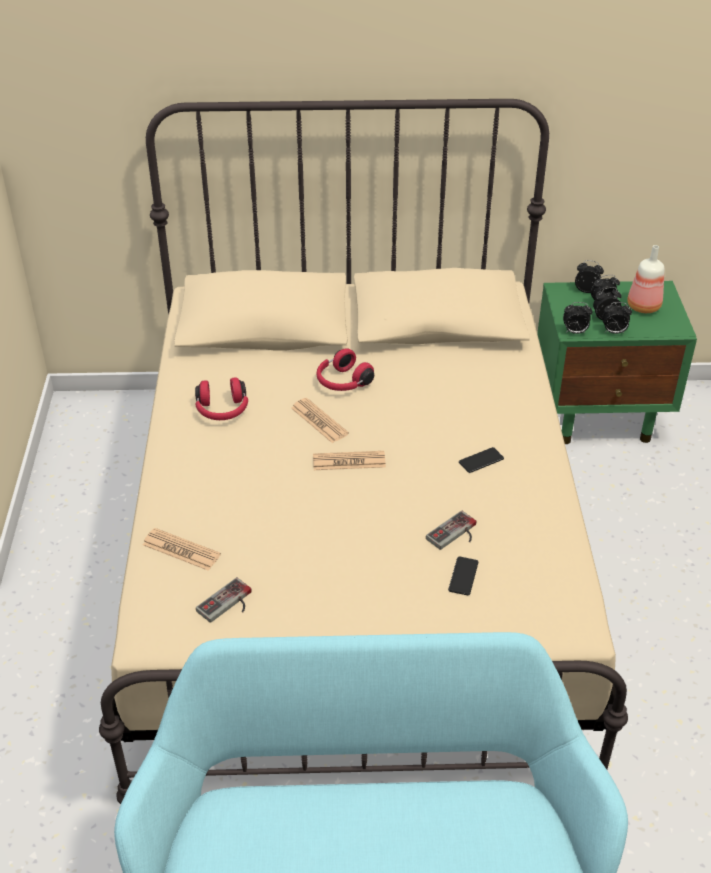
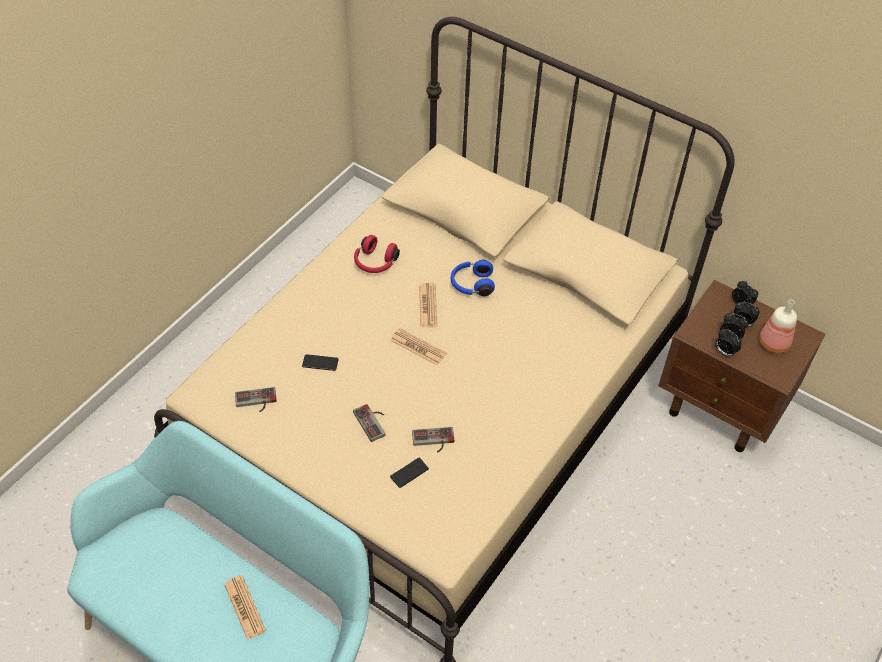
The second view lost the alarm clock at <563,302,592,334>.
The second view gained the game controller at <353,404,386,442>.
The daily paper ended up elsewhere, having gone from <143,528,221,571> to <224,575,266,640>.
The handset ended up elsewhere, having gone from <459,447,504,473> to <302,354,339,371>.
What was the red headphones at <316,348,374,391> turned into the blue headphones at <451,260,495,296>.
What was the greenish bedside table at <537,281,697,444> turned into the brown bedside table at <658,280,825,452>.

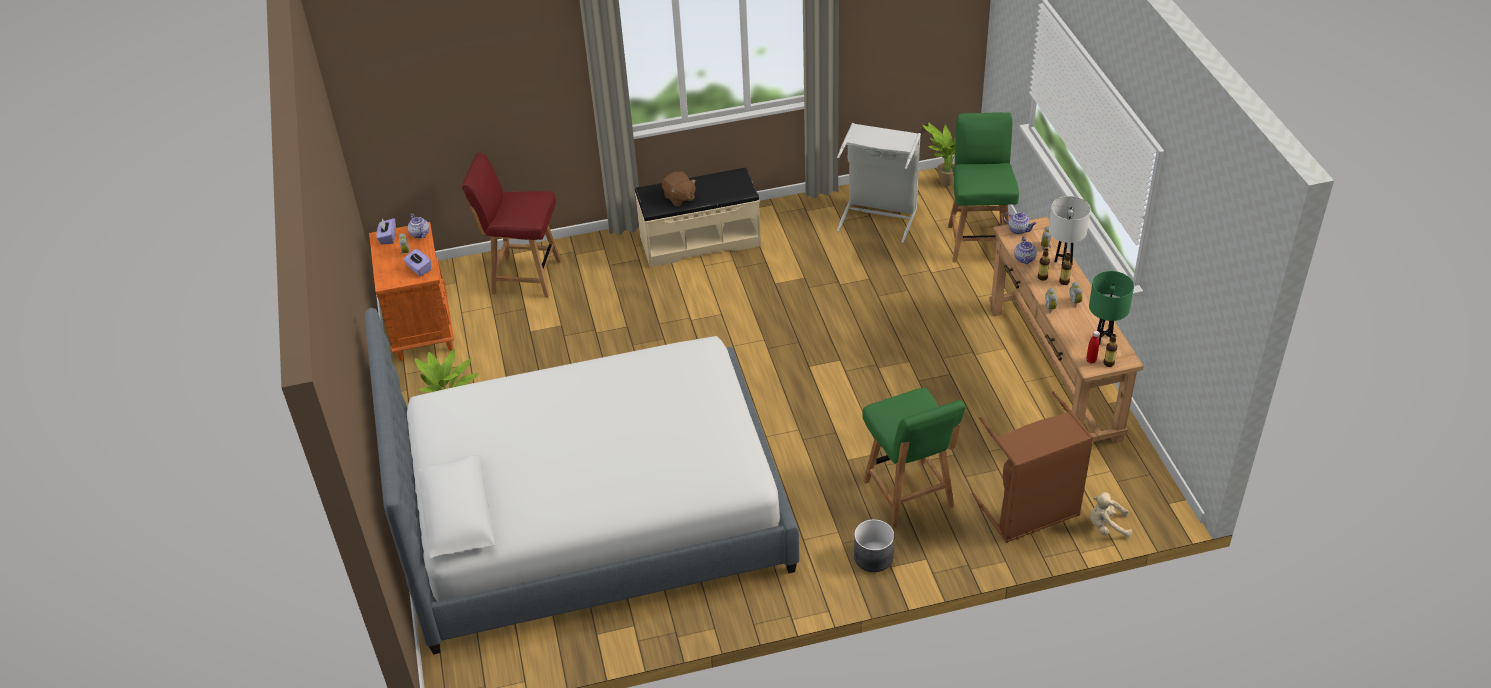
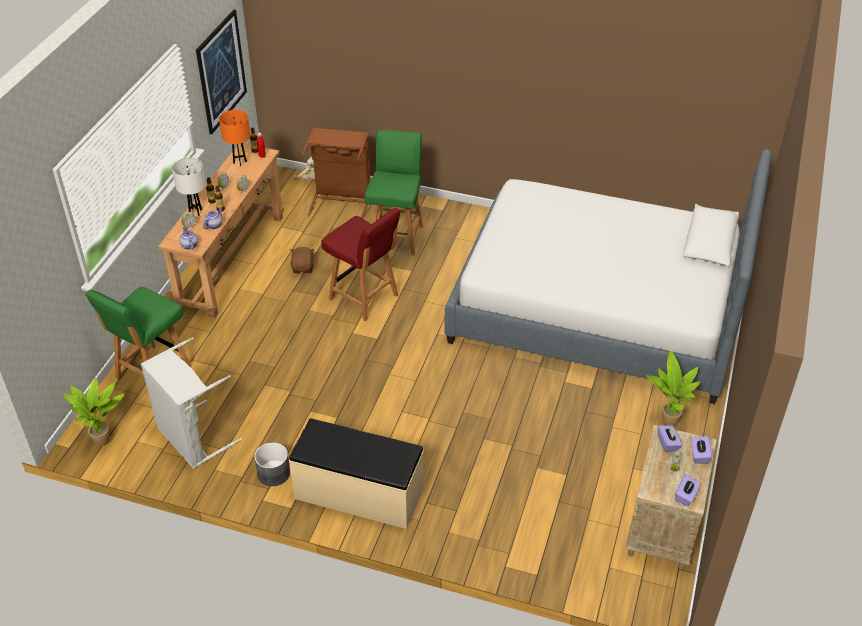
The second view lost the tea pot at <408,213,429,239>.
The second view gained the picture at <196,9,247,134>.
The second view gained the purplish box of tissues at <691,436,712,464>.
The red upright chair ended up elsewhere, having gone from <462,153,562,298> to <321,208,400,321>.
The brown soft toy ended up elsewhere, having gone from <662,172,696,206> to <290,247,315,273>.
The gray planter ended up elsewhere, having gone from <854,519,894,572> to <254,442,290,486>.
What was the orange-coloured bedside table at <369,222,454,361> turned into the beige-coloured bedside table at <625,425,717,570>.
What was the greenish tabletop lamp at <1089,271,1134,345> turned into the orange-coloured tabletop lamp at <219,110,250,166>.

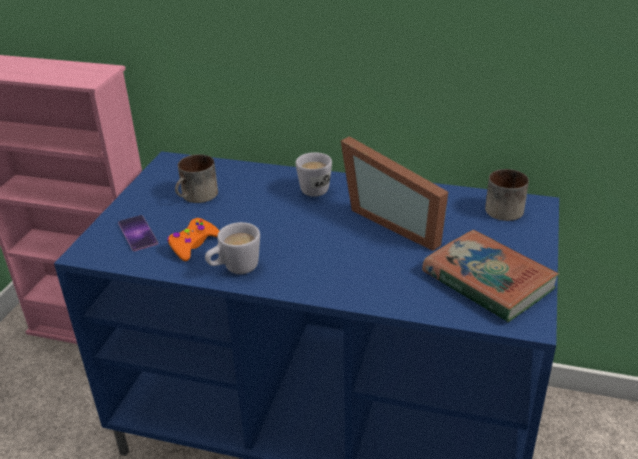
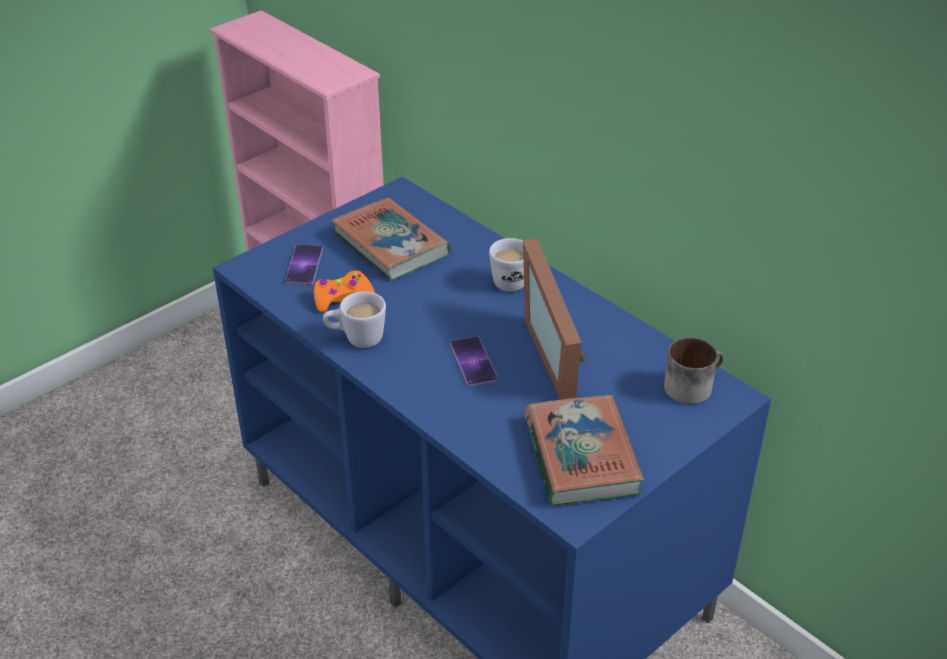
The second view gained the handset at <450,336,498,386>.
Where the tea mug stood at <175,154,218,203>, the volume came to stand at <331,198,451,281>.

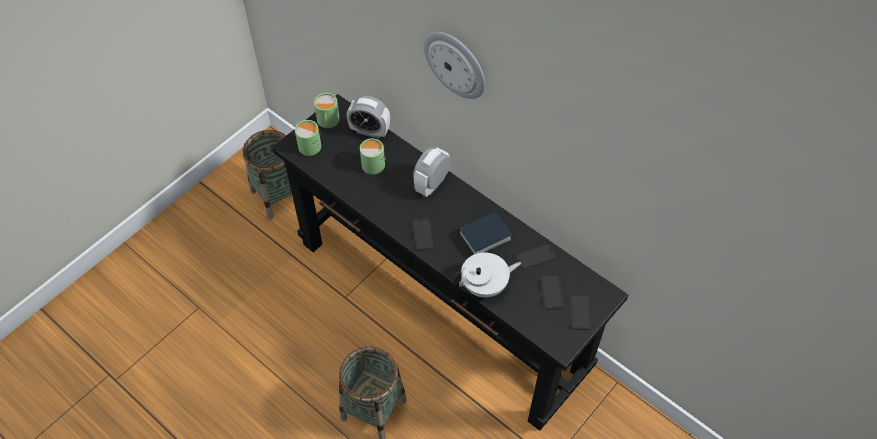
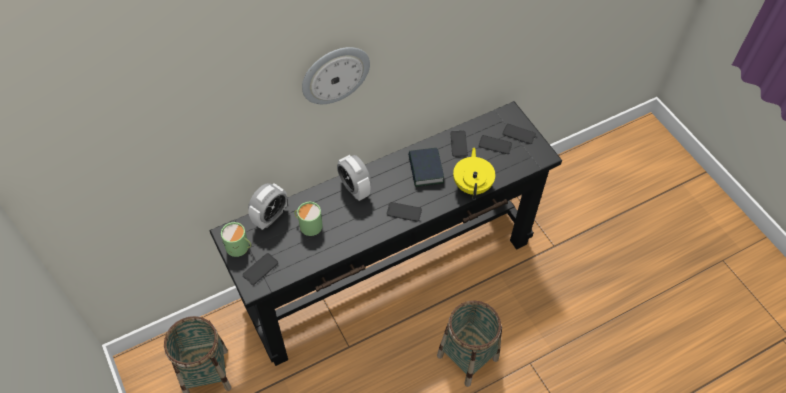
Where the greenish tea mug stood at <295,120,321,156>, the handset came to stand at <242,253,278,285>.
What was the white tea pot at <453,252,521,298> turned into the yellow-coloured tea pot at <453,147,495,200>.

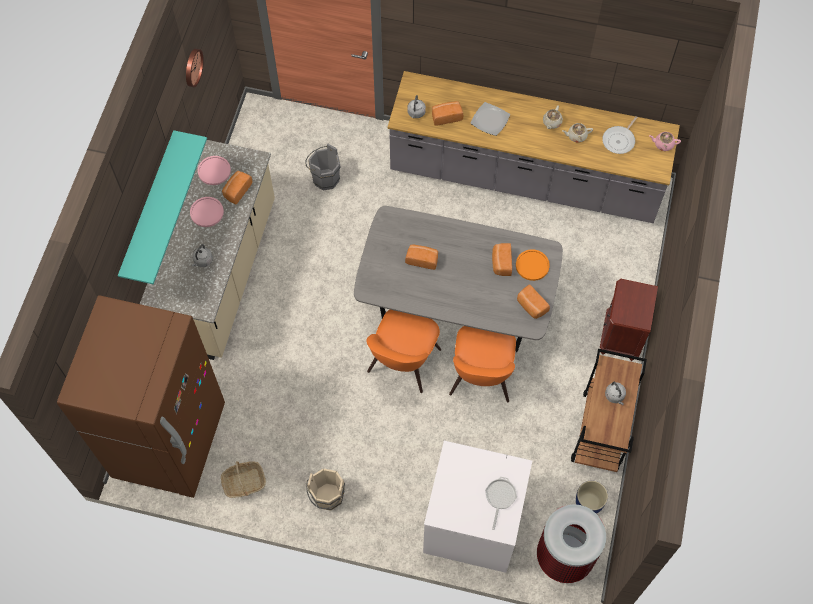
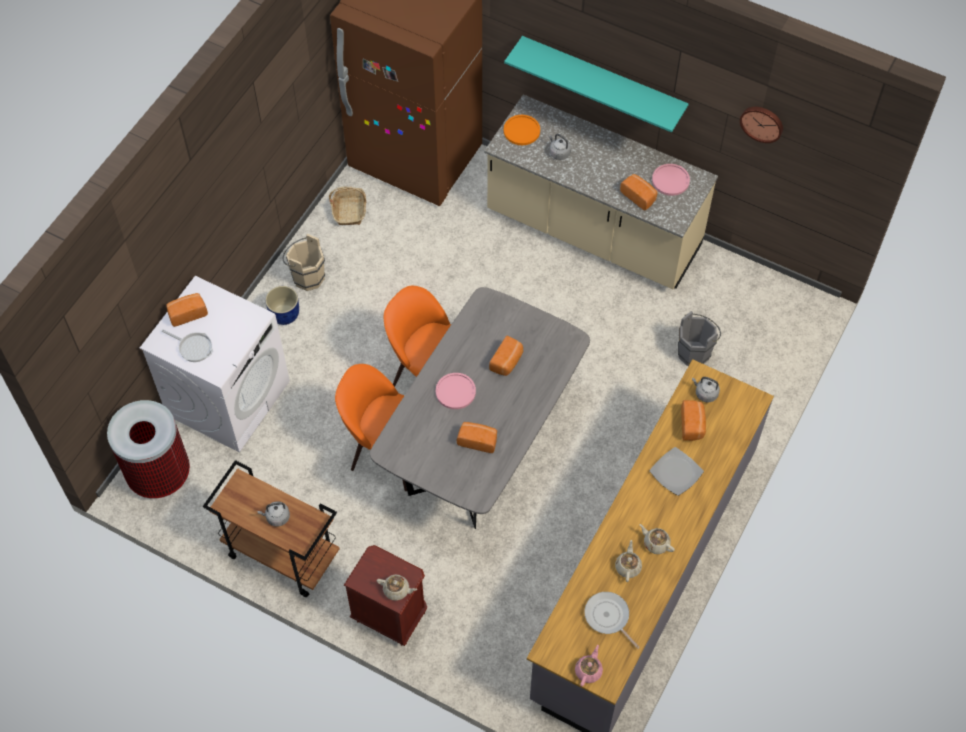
The second view gained the beige-coloured tea pot at <377,575,417,601>.
The pinkish flat dish ended up elsewhere, having gone from <190,197,224,227> to <436,373,476,409>.
The orange-coloured flat dish ended up elsewhere, having gone from <516,249,550,281> to <504,115,540,145>.
The baked bread ended up elsewhere, having gone from <517,284,550,319> to <166,293,208,327>.
The blue planter ended up elsewhere, having gone from <576,481,608,514> to <265,286,299,325>.

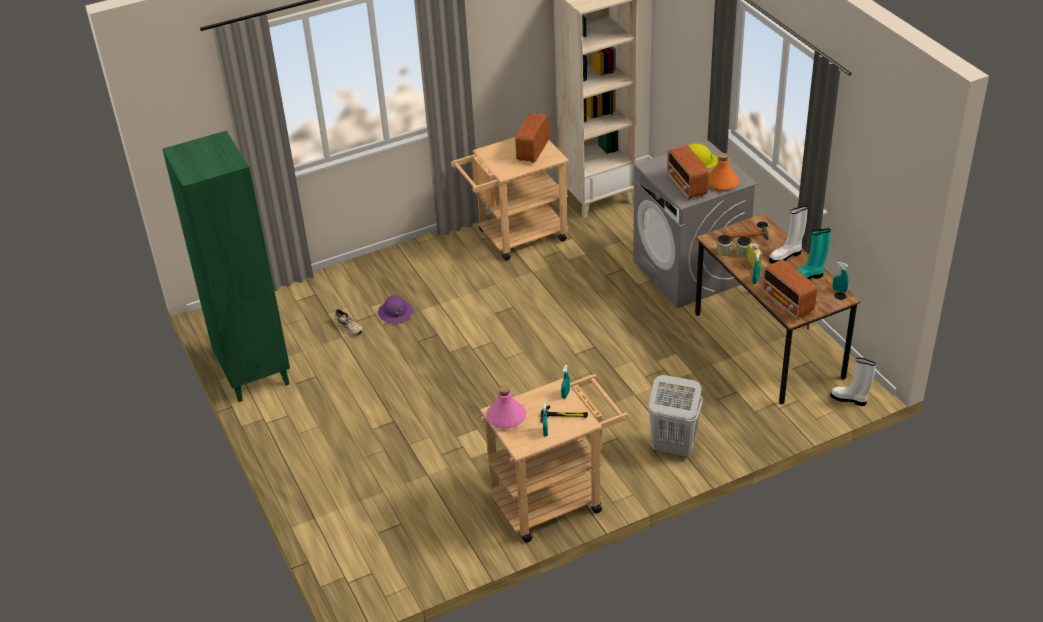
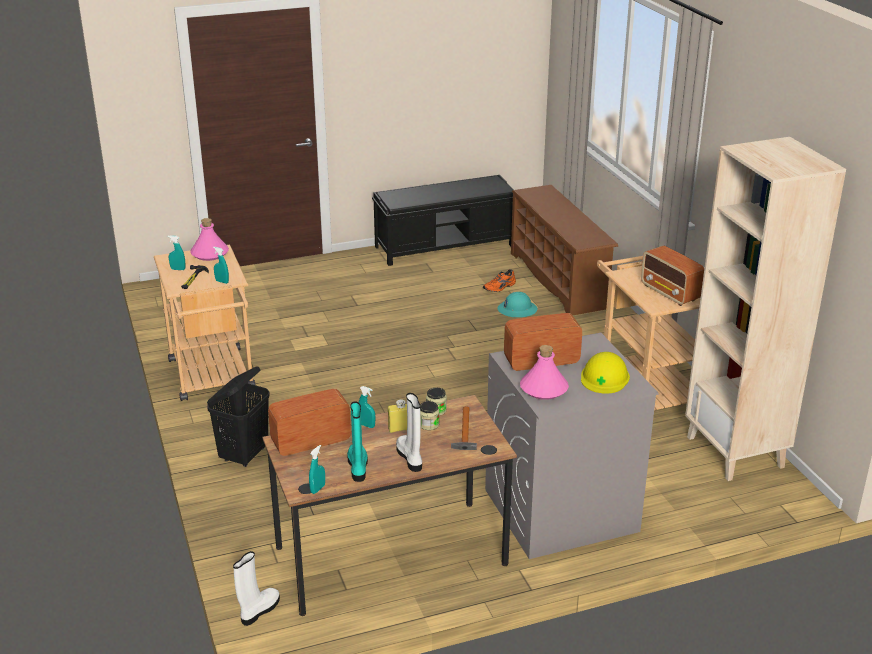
The second view gained the brown shoe stand at <511,185,618,315>.
Where the greenish bookcase stood at <162,131,290,402>, the black indoor bench came to stand at <372,175,513,266>.
What was the beige-coloured low shoe at <335,309,363,336> turned into the orange-coloured low shoe at <483,269,516,292>.
What was the purplish hard hat at <378,295,413,324> turned into the blue-green hard hat at <498,292,538,317>.
What was the white laundry basket at <648,375,703,457> turned into the black laundry basket at <207,366,270,467>.
What was the orange-coloured beverage bottle at <708,153,739,191> turned into the pinkish beverage bottle at <520,345,569,400>.
The radio at <515,113,550,163> ended up facing another way, 150 degrees counterclockwise from before.

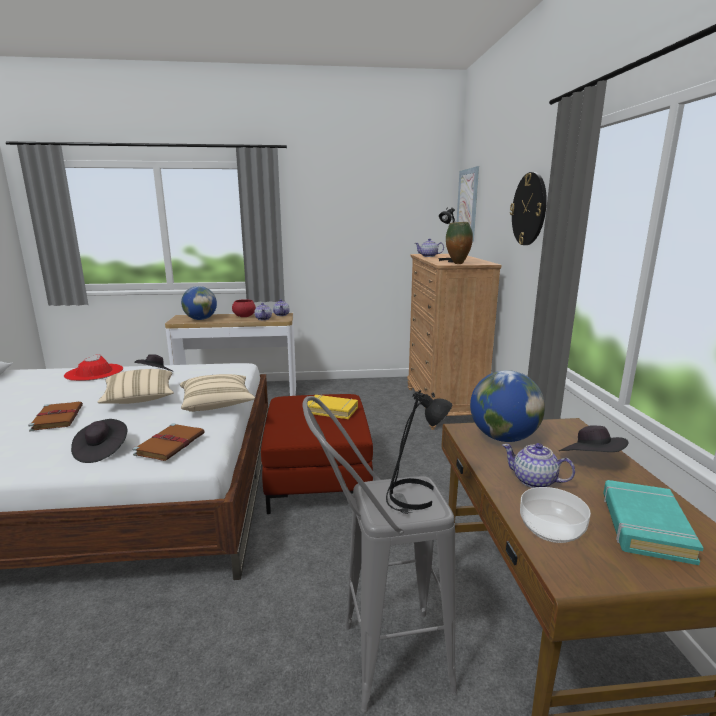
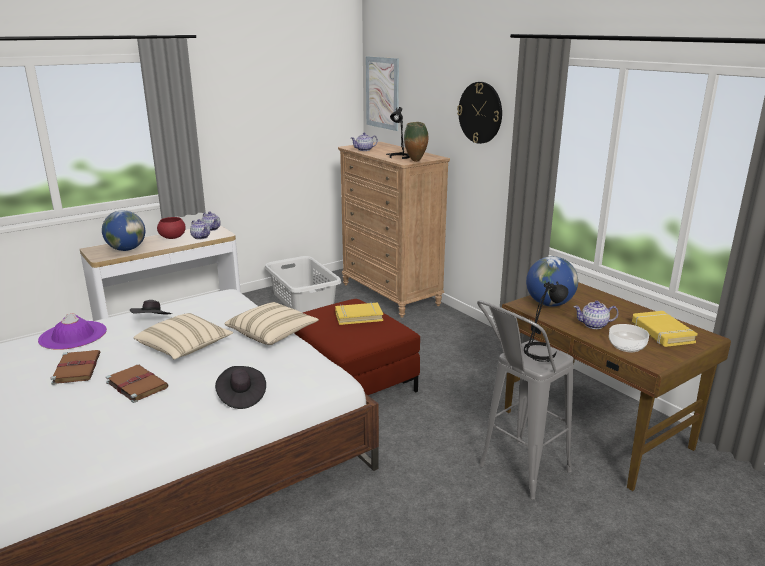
The second view lost the black hat at <559,425,628,452>.
The second view gained the gray laundry basket at <265,256,342,313>.
The brown volume ended up elsewhere, having gone from <132,423,205,461> to <50,350,100,385>.
What was the red hat at <64,355,123,381> turned into the purplish hat at <38,313,107,350>.
What was the blue-green volume at <603,480,704,565> turned into the yellow-coloured volume at <632,311,698,347>.

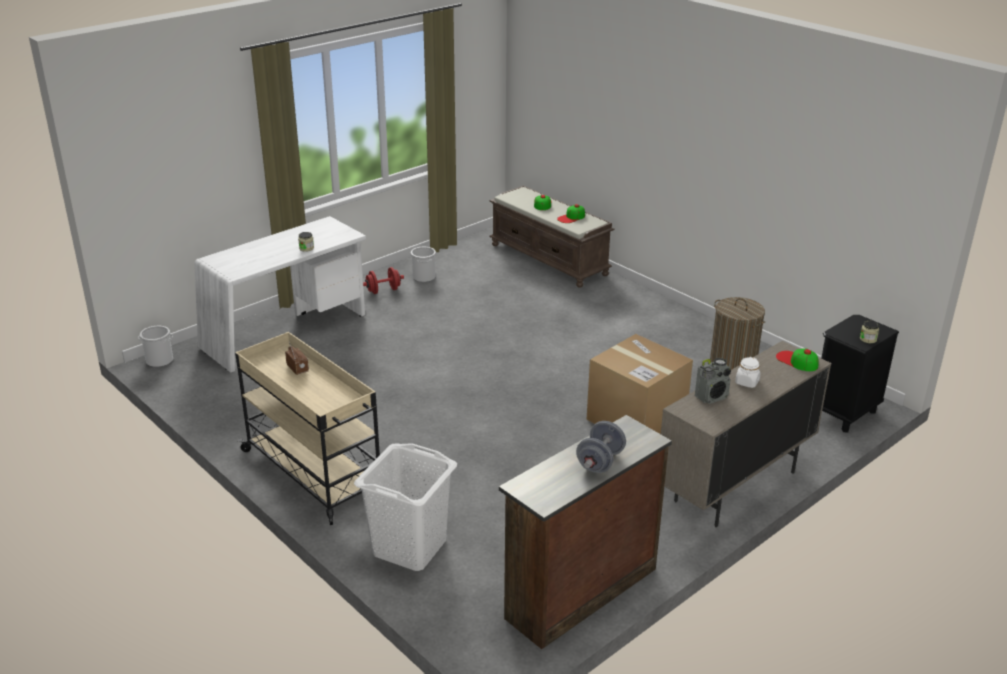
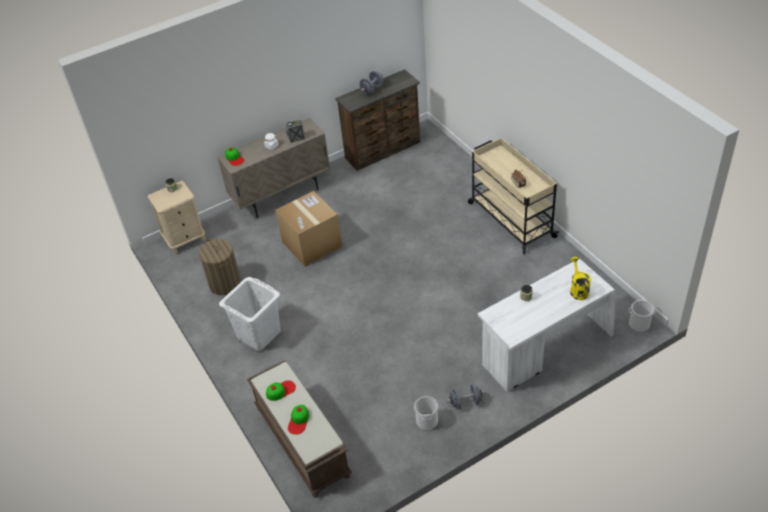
The second view gained the yellow-coloured sprinkling can at <570,257,591,300>.
The white laundry basket ended up elsewhere, having gone from <354,443,457,571> to <219,277,281,351>.
What was the red dumbbell at <363,267,404,294> turned into the gray dumbbell at <447,384,485,410>.
What was the black bedside table at <821,315,899,432> turned into the beige-coloured bedside table at <147,181,206,254>.

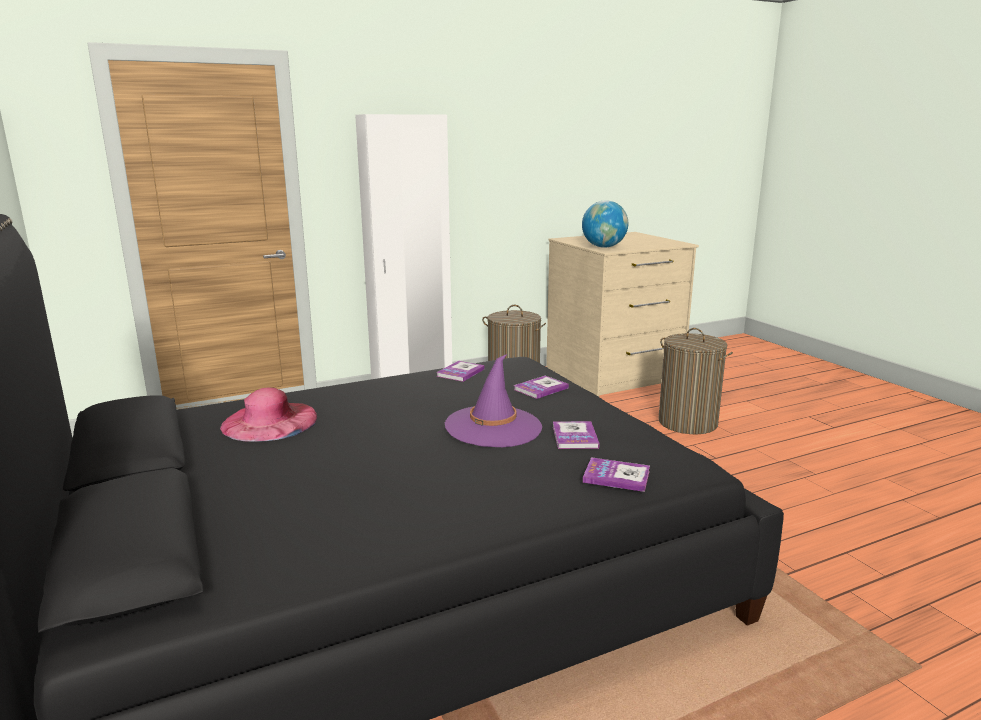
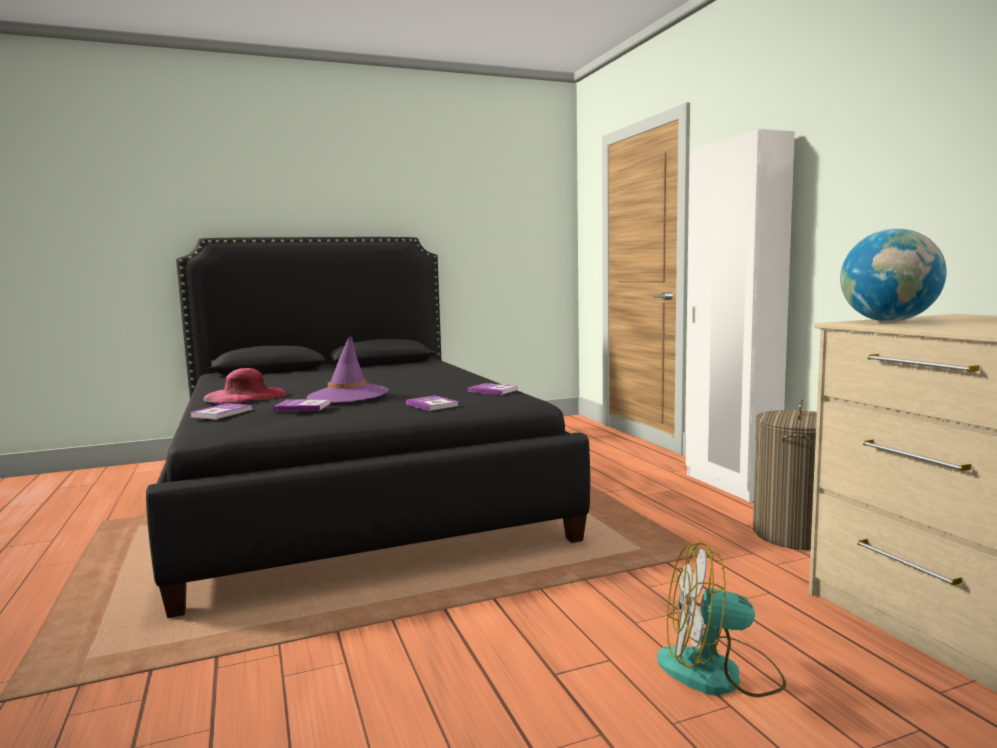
The pinkish hat ended up elsewhere, having gone from <220,388,317,442> to <203,368,287,404>.
Where the laundry basket stood at <658,328,733,434>, the electric fan came to stand at <657,542,786,697>.

